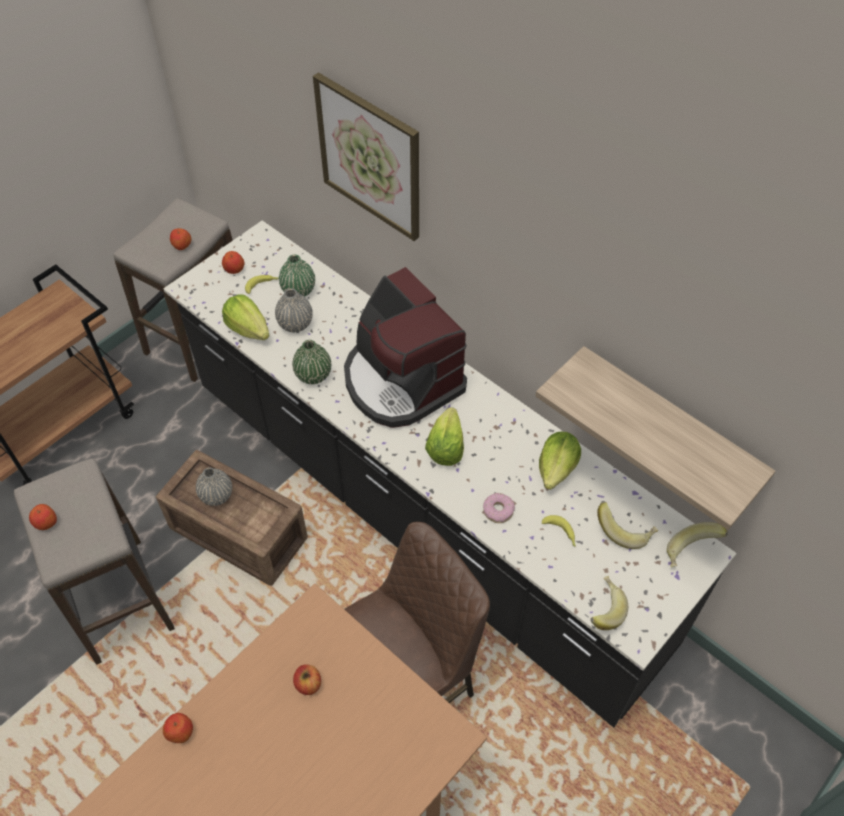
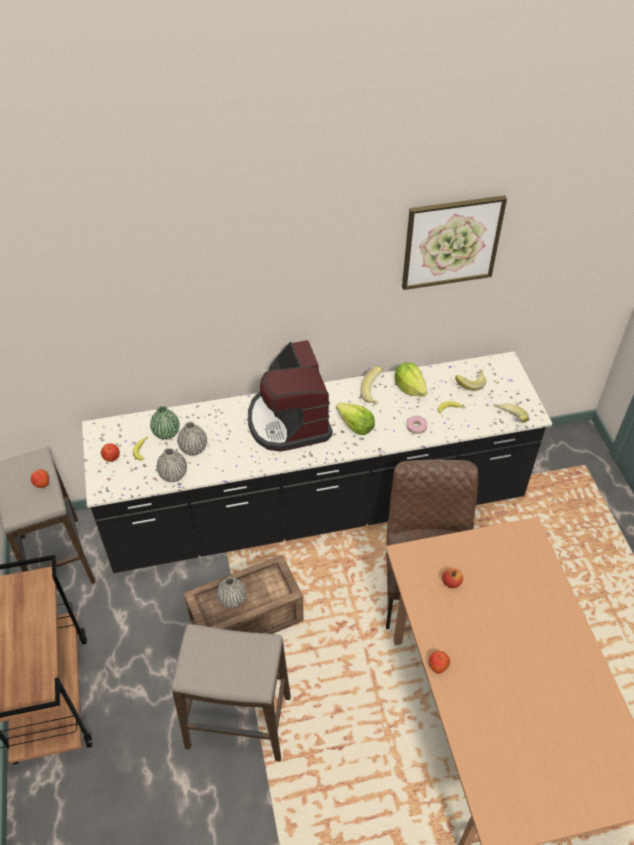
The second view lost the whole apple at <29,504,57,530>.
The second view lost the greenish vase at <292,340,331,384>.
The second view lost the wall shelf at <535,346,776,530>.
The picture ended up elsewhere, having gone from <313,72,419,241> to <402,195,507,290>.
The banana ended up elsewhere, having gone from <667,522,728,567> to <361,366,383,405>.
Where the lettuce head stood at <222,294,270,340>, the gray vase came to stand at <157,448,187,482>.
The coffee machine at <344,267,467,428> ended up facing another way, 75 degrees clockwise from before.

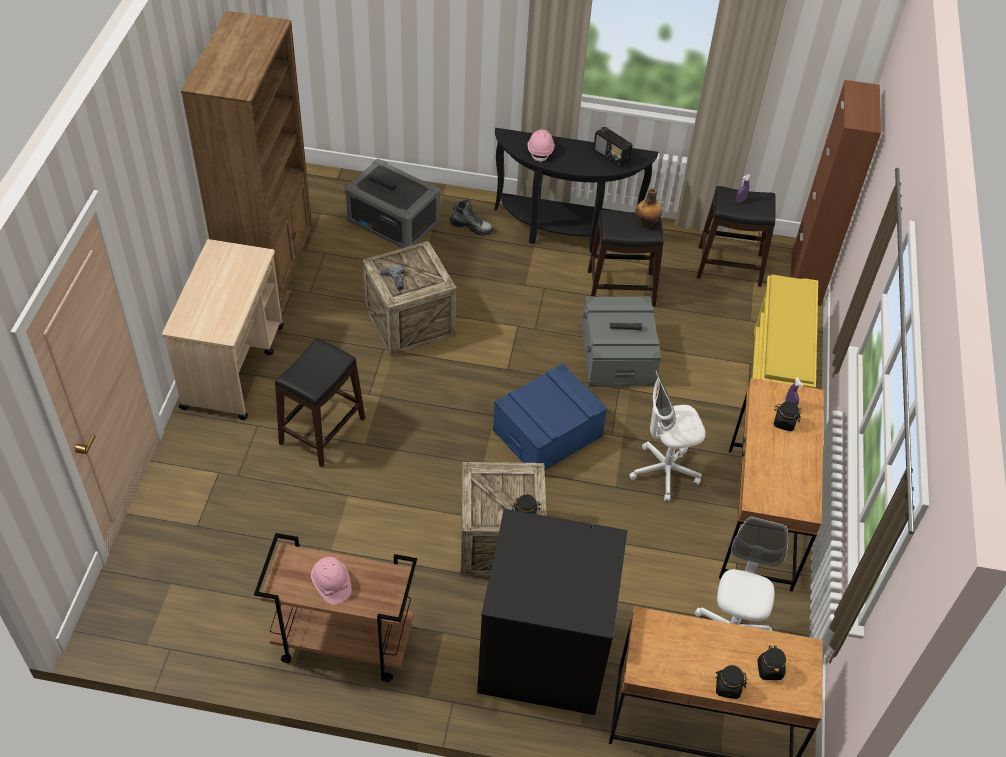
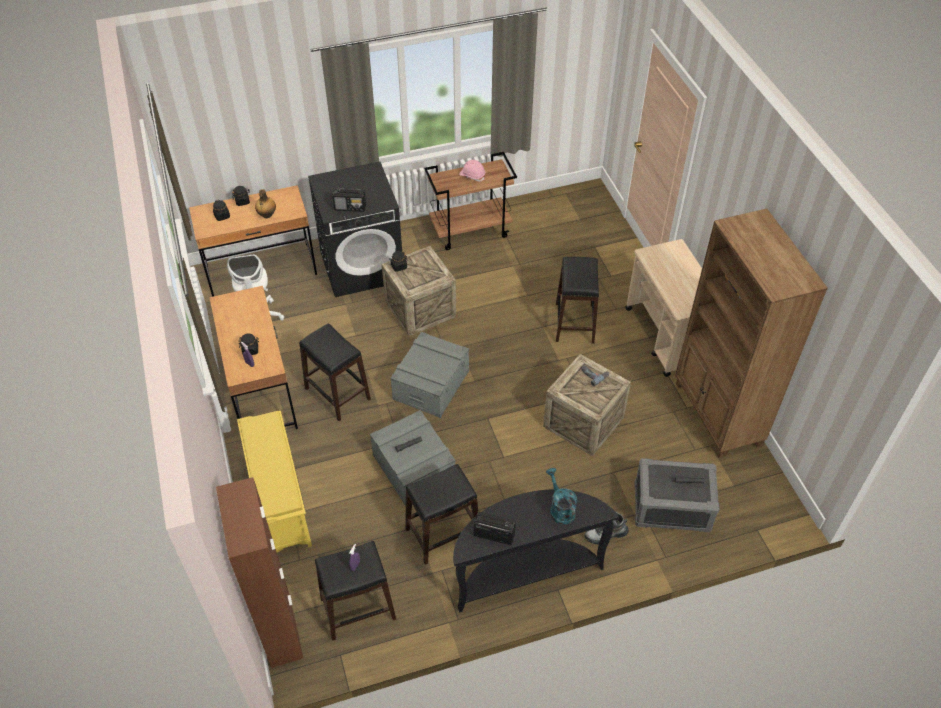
The second view gained the radio at <332,188,366,212>.
The beverage bottle ended up elsewhere, having gone from <636,188,662,227> to <255,189,276,218>.
Where the pinkish hard hat stood at <528,130,555,163>, the blue-green sprinkling can came to stand at <546,468,577,525>.
Where the white desk chair stood at <629,371,706,501>, the black stool came to stand at <299,324,371,421>.
What was the blue storage container at <493,364,607,470> turned into the gray storage container at <390,332,469,418>.

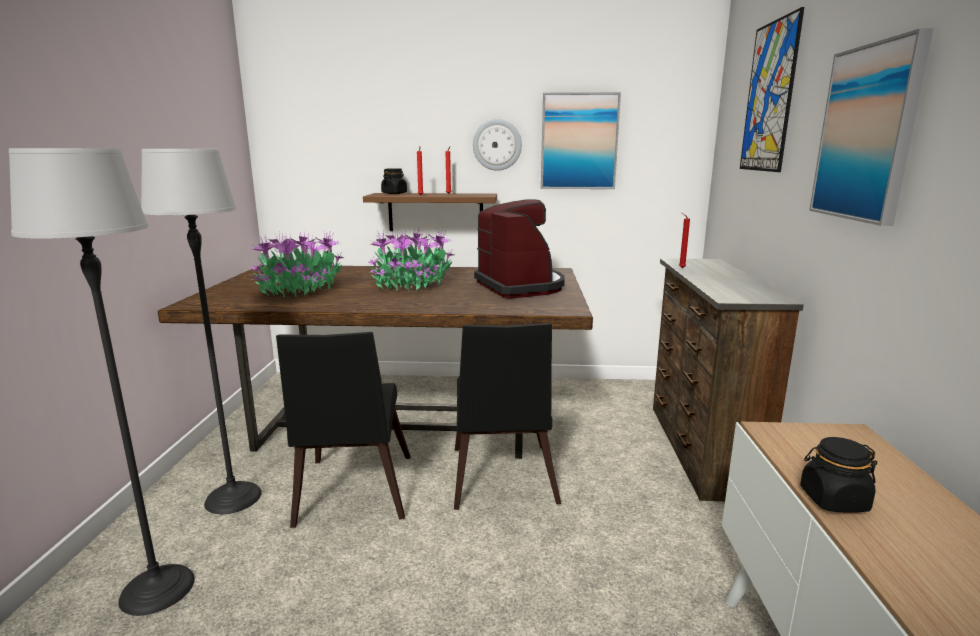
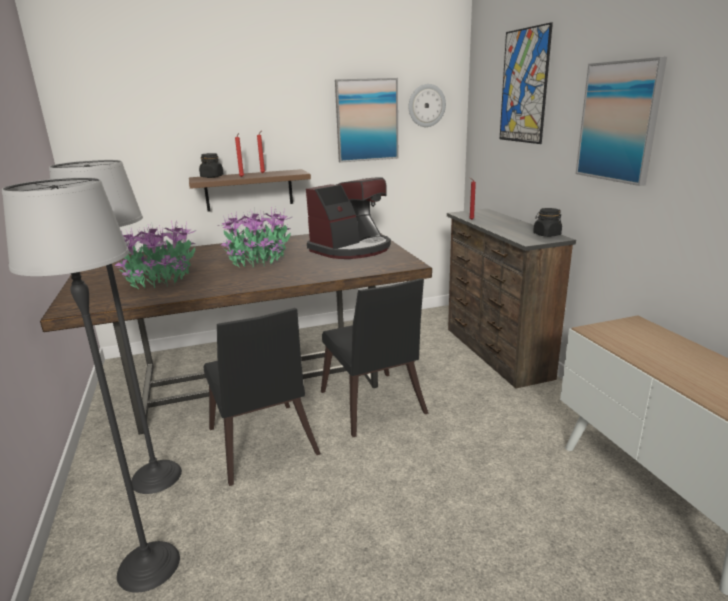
The clock on the wall ended up elsewhere, having gone from <473,119,522,171> to <409,84,446,127>.
The black jar ended up elsewhere, having gone from <800,437,877,513> to <533,208,562,237>.
The coffee machine at <474,199,565,299> ended up facing another way, 90 degrees clockwise from before.

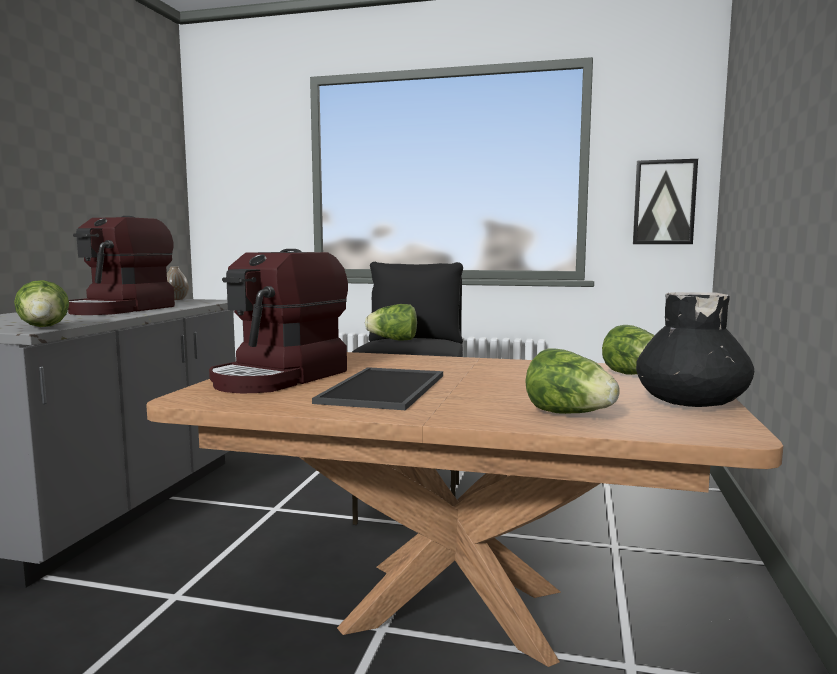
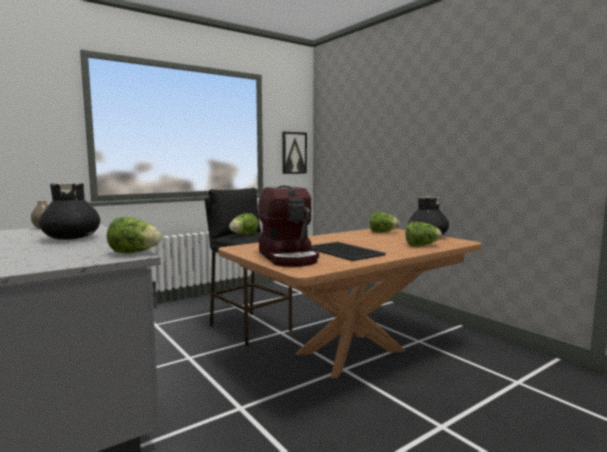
Where the coffee machine stood at <68,216,175,315>, the black vase came to stand at <39,183,100,240>.

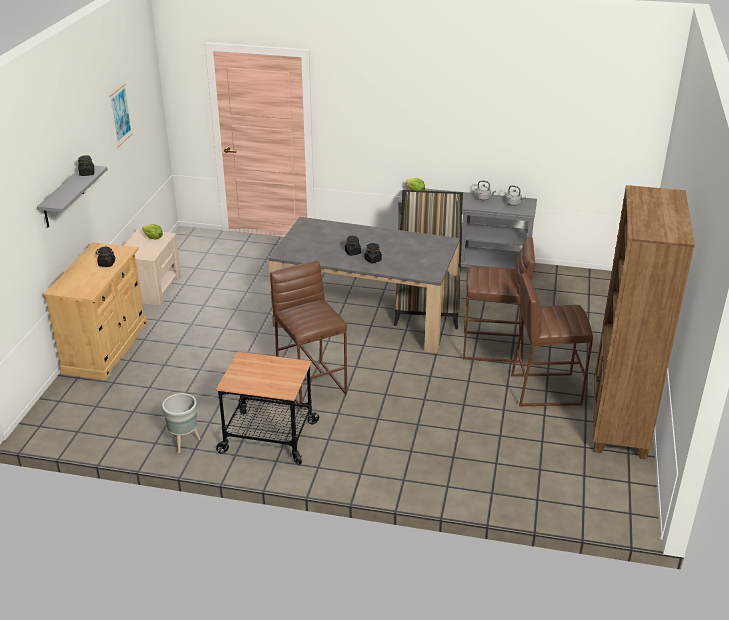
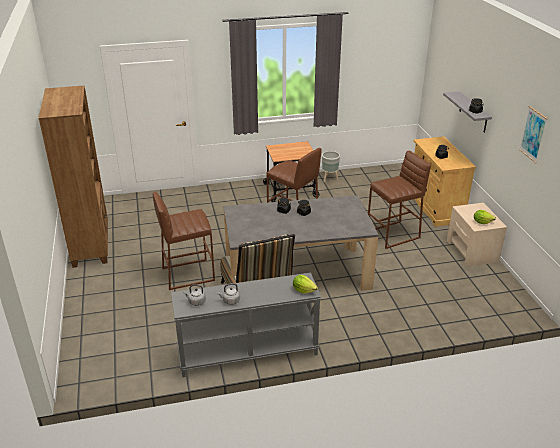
The brown stool ended up elsewhere, having gone from <511,273,593,406> to <368,151,431,249>.

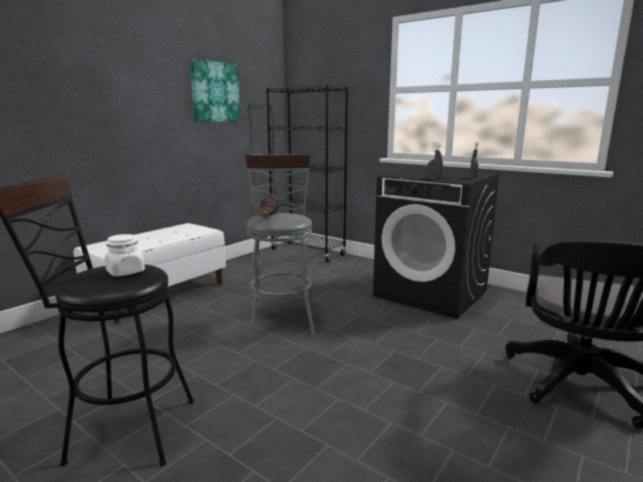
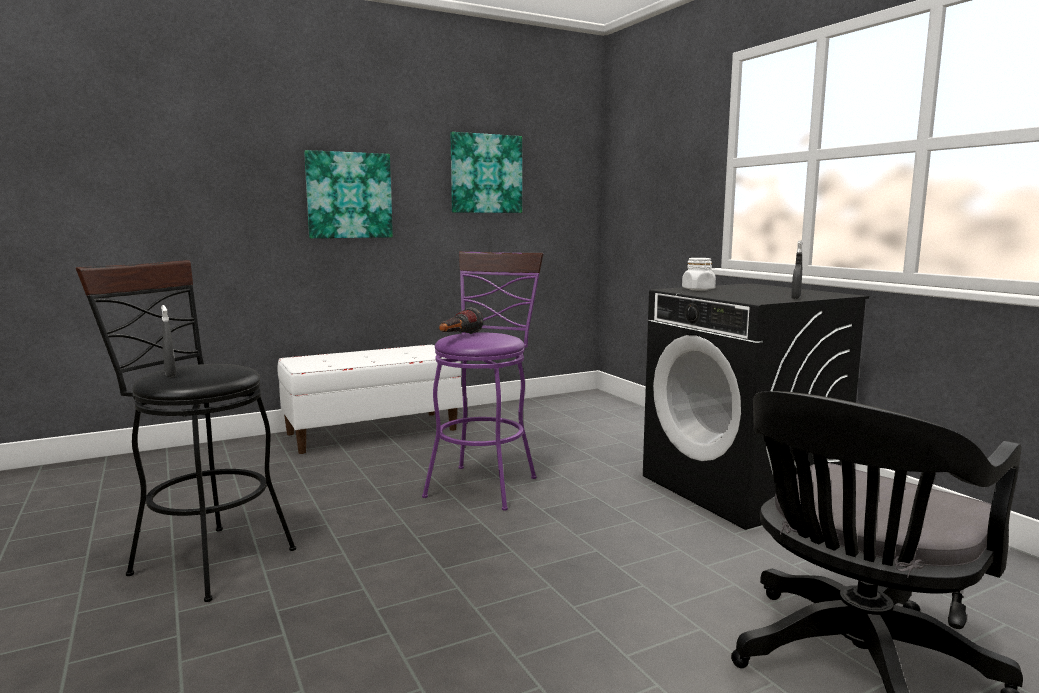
The second view lost the black bookcase at <266,85,348,262>.
The second view gained the picture at <304,150,393,238>.
The white jar ended up elsewhere, having gone from <105,234,145,276> to <682,258,716,291>.
The gray spray bottle ended up elsewhere, having gone from <427,143,443,180> to <161,305,176,377>.
What was the gray stool at <245,154,315,339> turned into the purplish stool at <422,251,544,511>.

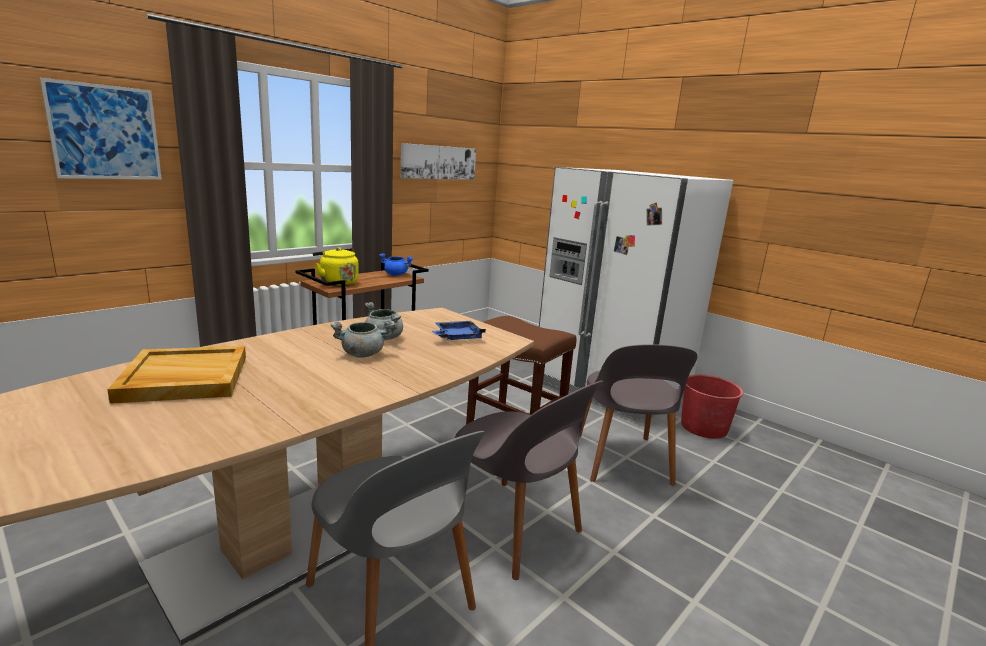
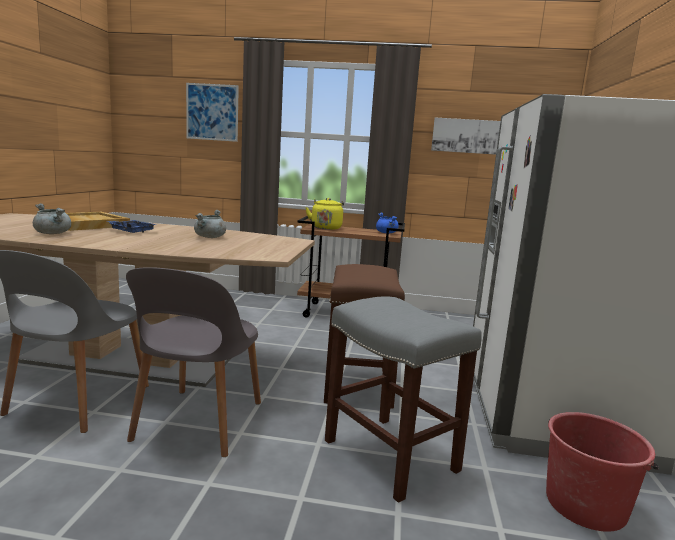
The gray stockpot ended up elsewhere, having gone from <331,320,395,357> to <33,203,71,234>.
The blue serving tray ended up elsewhere, having gone from <432,321,486,340> to <105,220,157,233>.
Where the gray upright chair stood at <580,344,698,486>, the gray stool came to stand at <325,296,482,503>.

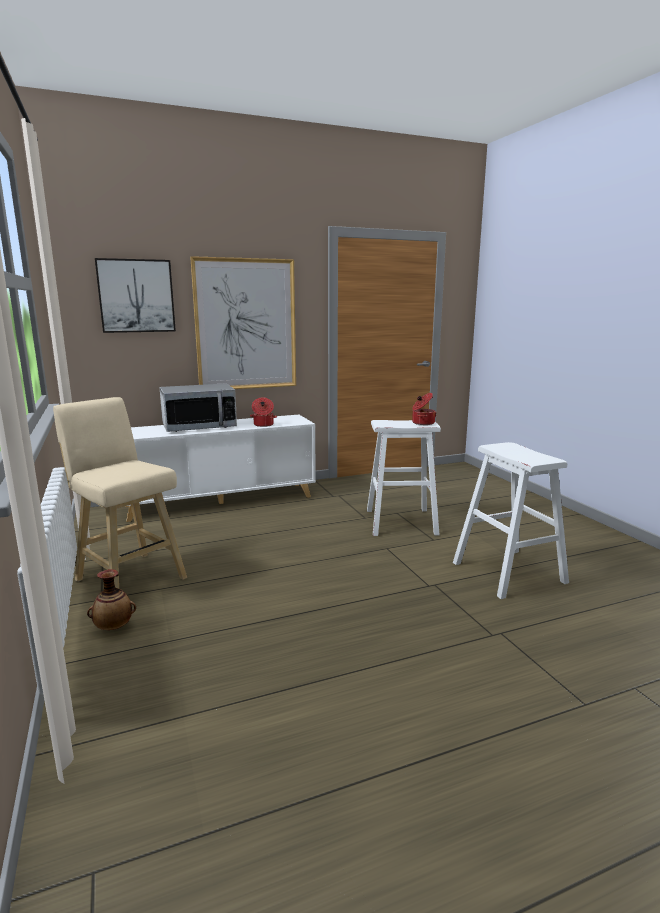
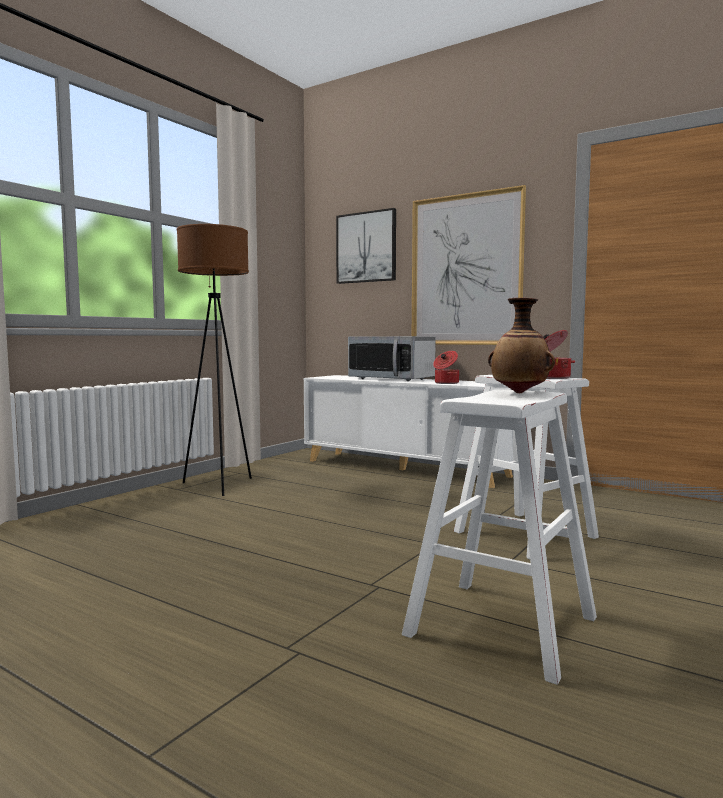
The vase ended up elsewhere, having gone from <87,569,136,630> to <488,298,555,393>.
Where the beige-coloured stool stood at <53,397,187,589>, the brown standard lamp came to stand at <177,224,252,496>.

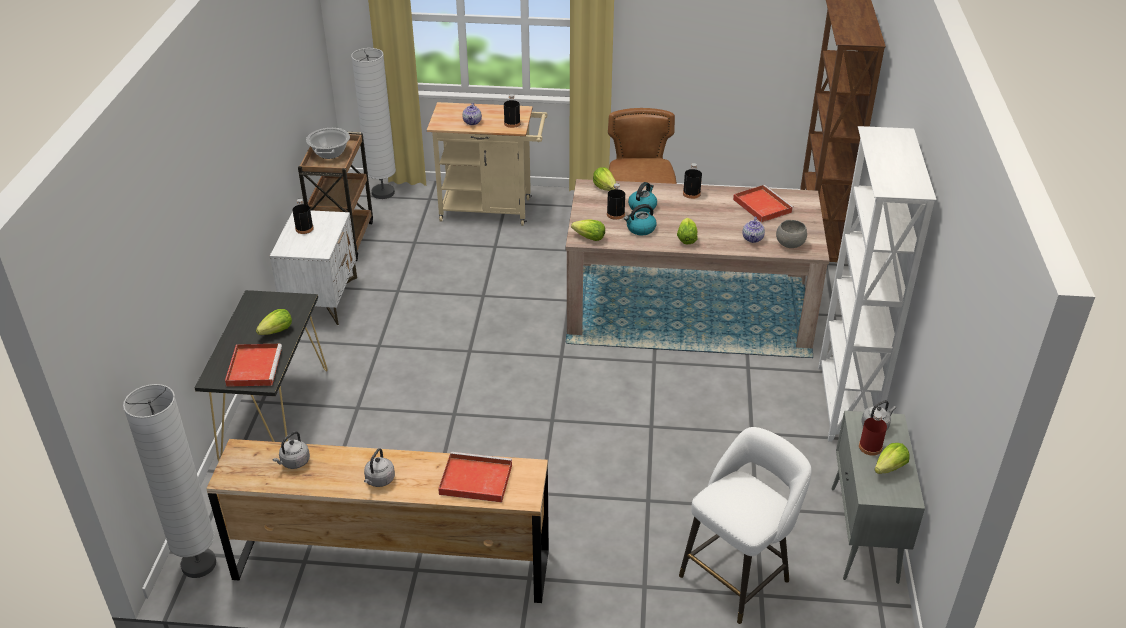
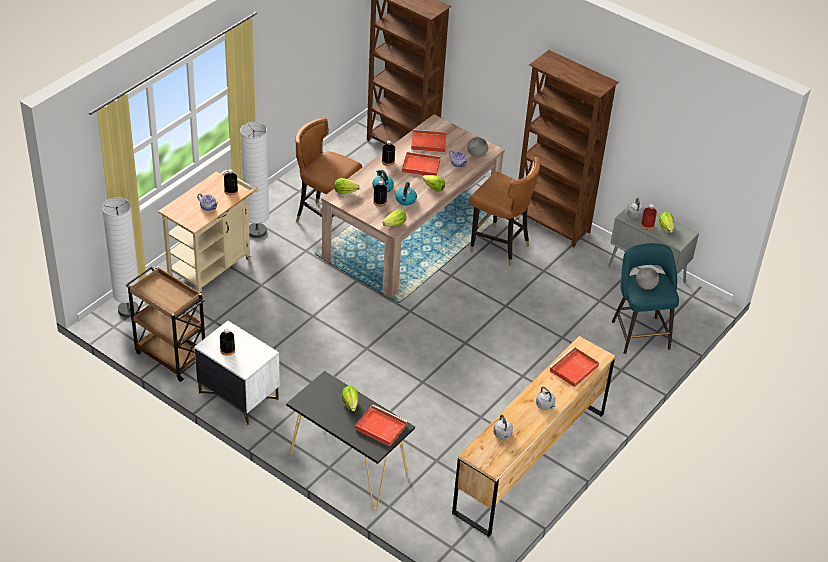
The second view lost the stockpot at <306,128,350,159>.
The second view gained the red serving tray at <402,151,441,176>.
The second view gained the brown upright chair at <469,157,540,266>.
The second view gained the gray deep dish at <636,268,659,290>.
The white standard lamp ended up elsewhere, having gone from <123,384,216,578> to <240,122,269,238>.
What was the white stool at <679,427,812,624> turned into the blue-green stool at <612,243,679,354>.
What was the white bookcase at <818,126,936,442> turned into the brown bookcase at <516,50,619,247>.

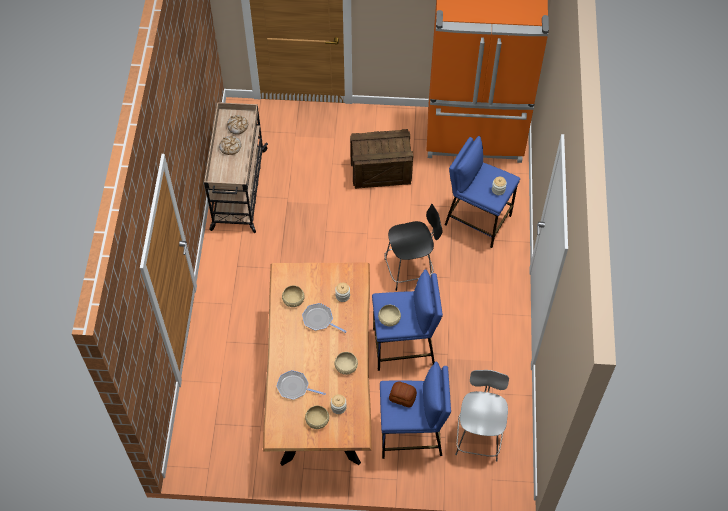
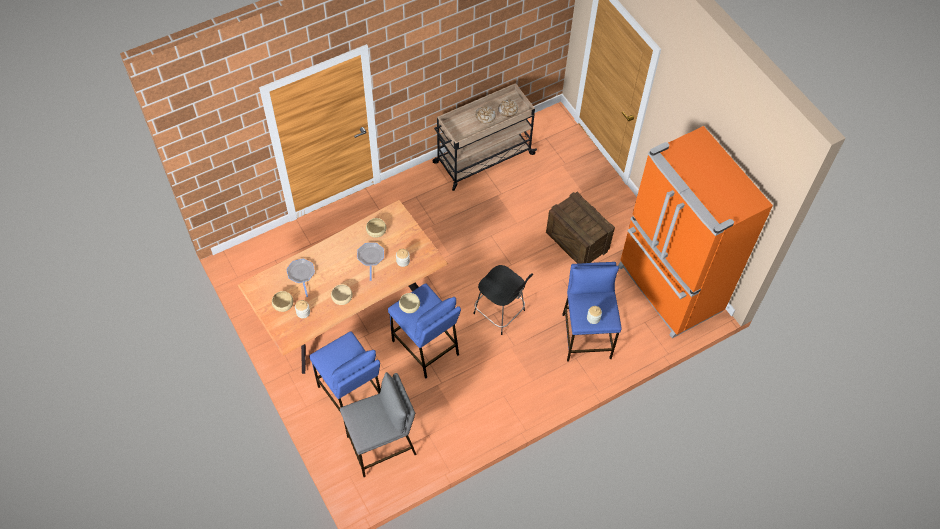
The second view lost the baked bread at <389,381,417,408>.
Where the gray upright chair stood at <455,370,509,462>, the gray stool came to stand at <340,372,417,477>.

